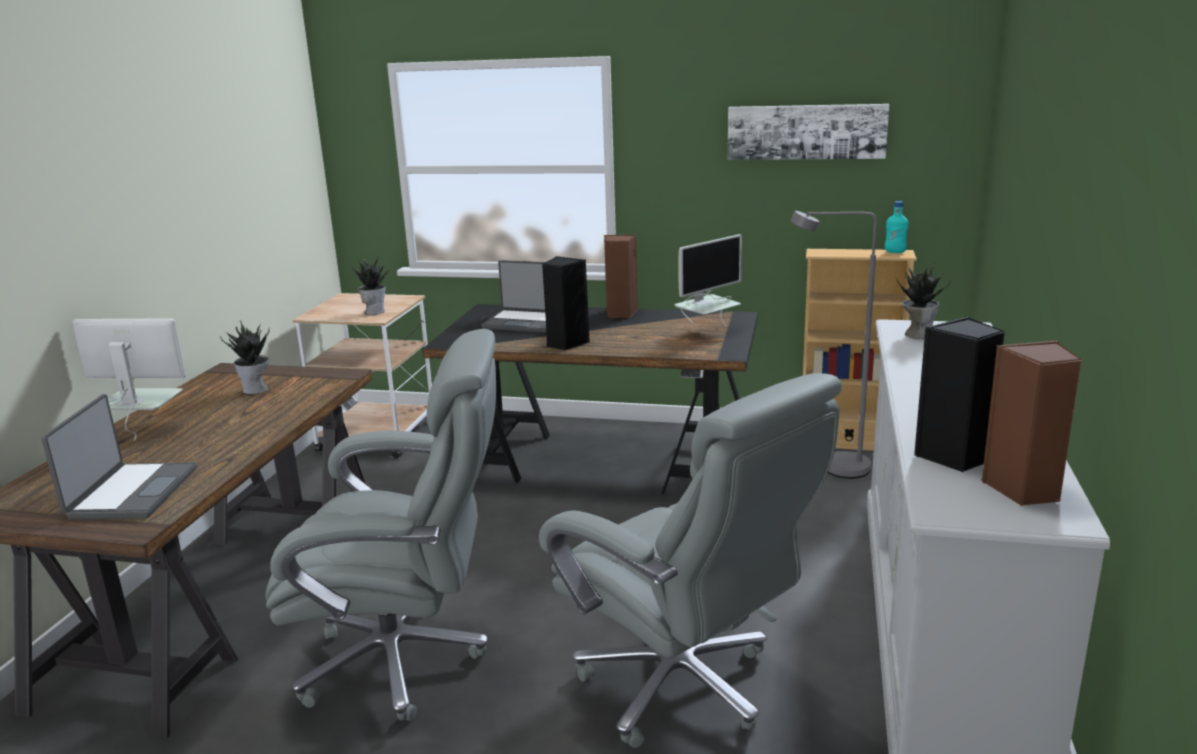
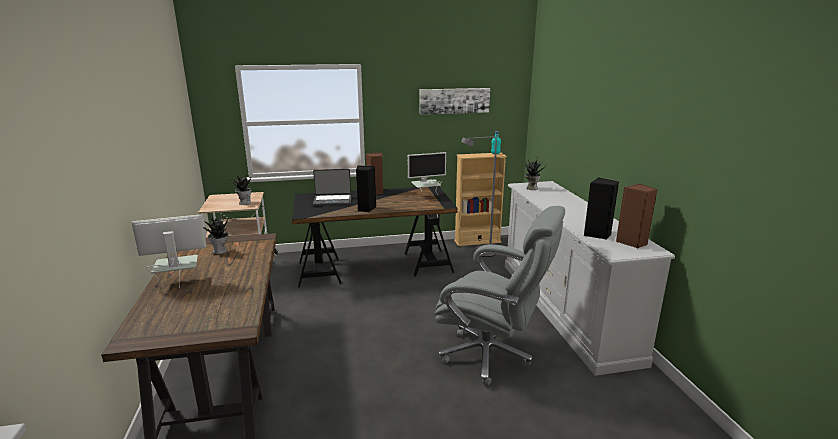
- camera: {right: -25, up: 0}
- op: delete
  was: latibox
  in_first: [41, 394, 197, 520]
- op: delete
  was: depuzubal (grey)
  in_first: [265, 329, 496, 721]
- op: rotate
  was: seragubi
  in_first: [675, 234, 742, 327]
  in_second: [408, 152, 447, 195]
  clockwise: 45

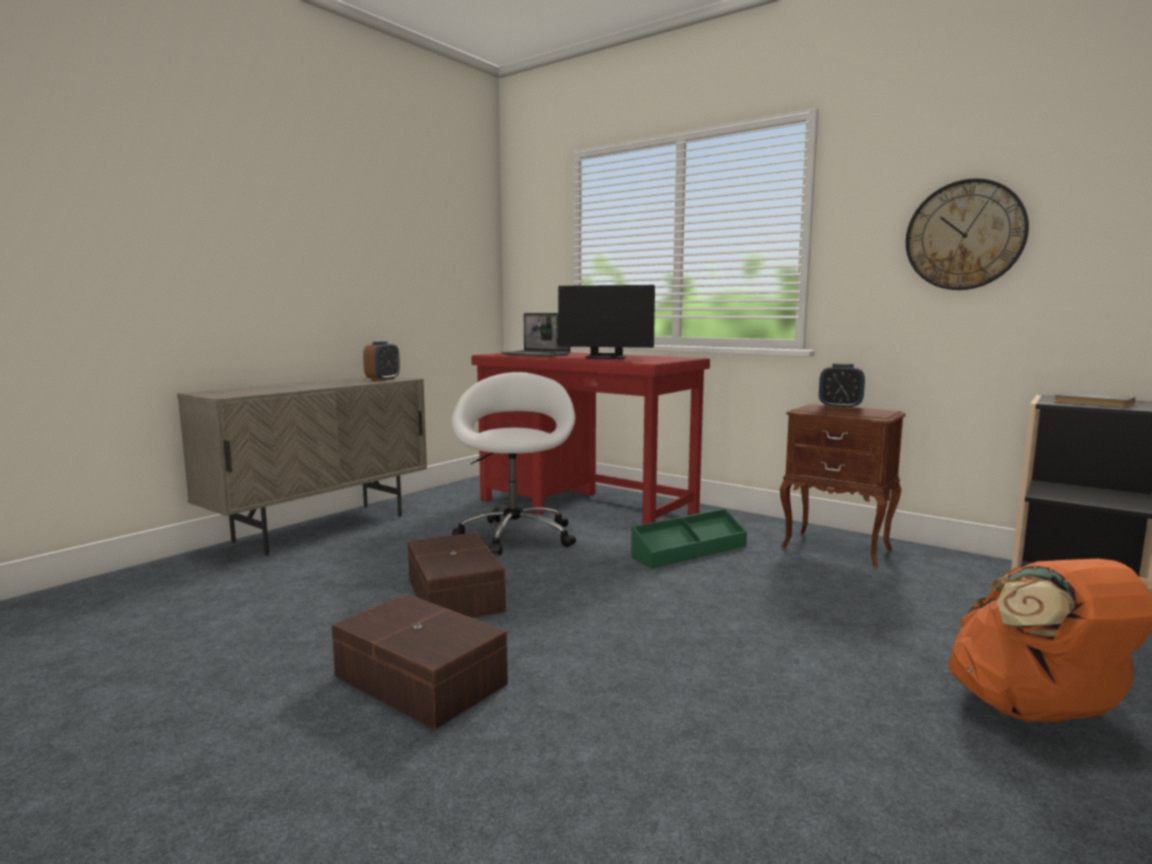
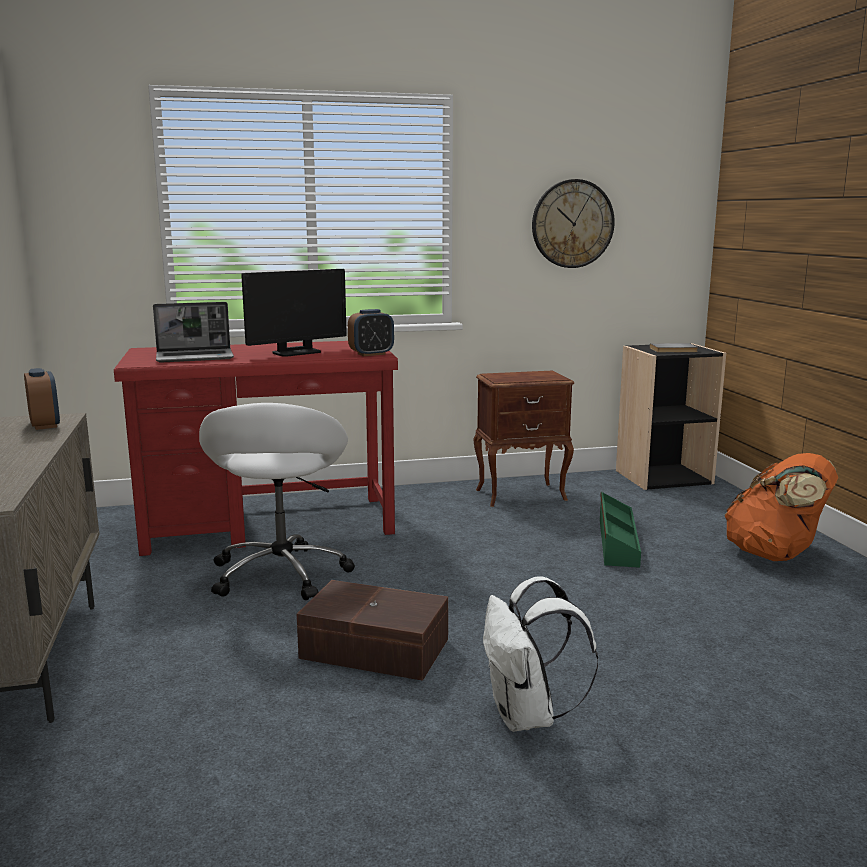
- camera: {right: -50, up: 5}
- op: move
  was: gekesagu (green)
  in_first: [631, 508, 747, 568]
  in_second: [600, 492, 641, 568]
- op: move
  was: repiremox
  in_first: [819, 363, 865, 409]
  in_second: [348, 309, 394, 356]
- op: replace
  was: gekesagu (brown)
  now: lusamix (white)
  in_first: [332, 594, 508, 730]
  in_second: [483, 576, 598, 732]
- op: rotate
  was: depuzubal (white)
  in_first: [451, 372, 576, 555]
  in_second: [199, 403, 355, 600]
  clockwise: -135

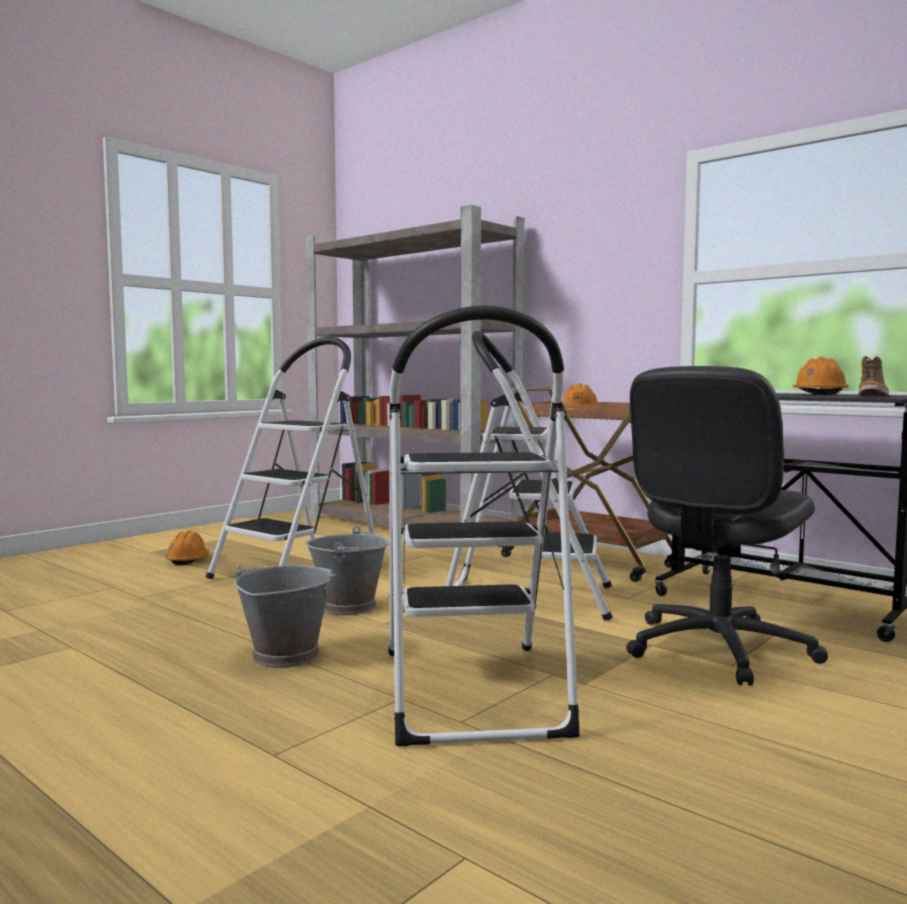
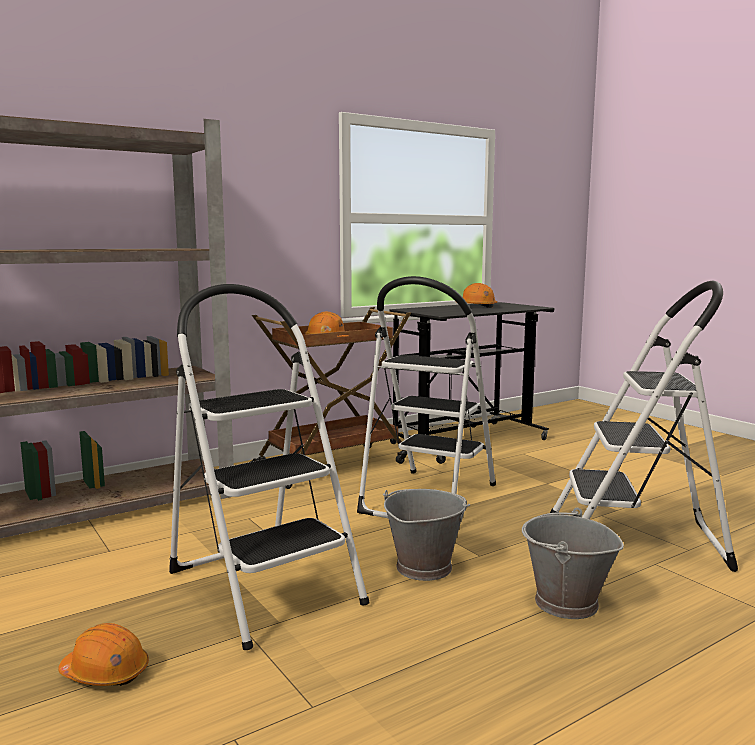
- camera: {right: -75, up: 5}
- op: delete
  was: depuzubal (black)
  in_first: [626, 366, 828, 686]
- op: delete
  was: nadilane
  in_first: [858, 356, 889, 396]

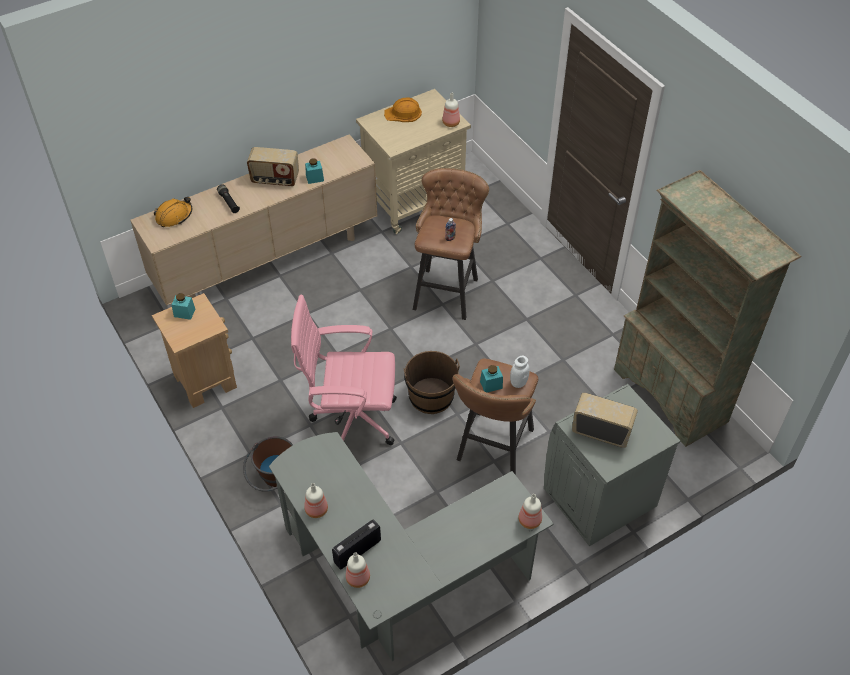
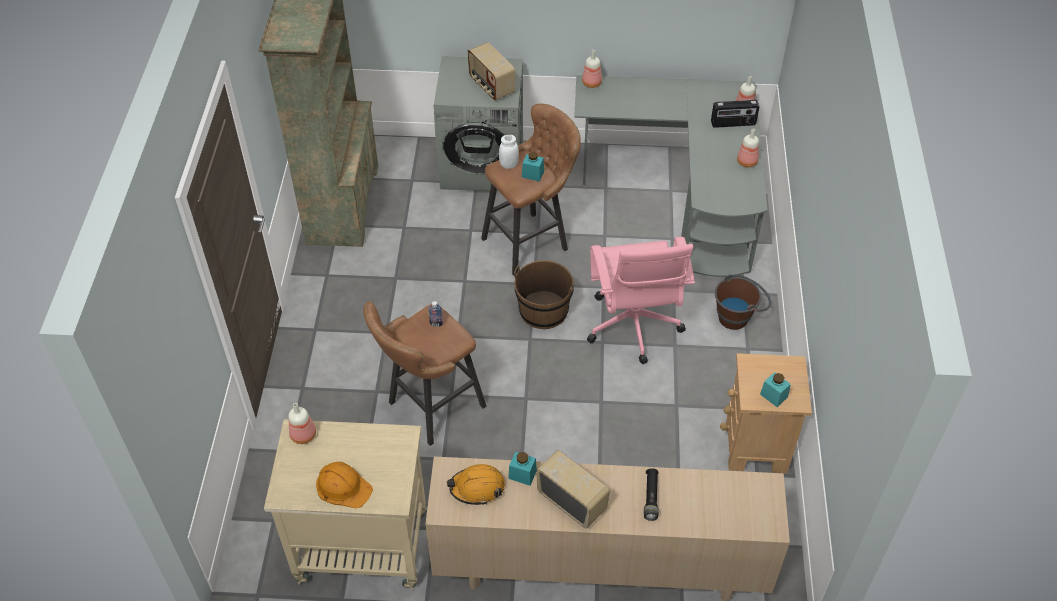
- camera: {right: -145, up: 0}
- op: move
  was: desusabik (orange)
  in_first: [154, 197, 192, 227]
  in_second: [447, 464, 505, 505]
- op: rotate
  was: depuzubal (pink)
  in_first: [291, 295, 397, 445]
  in_second: [587, 237, 695, 364]
  clockwise: 45

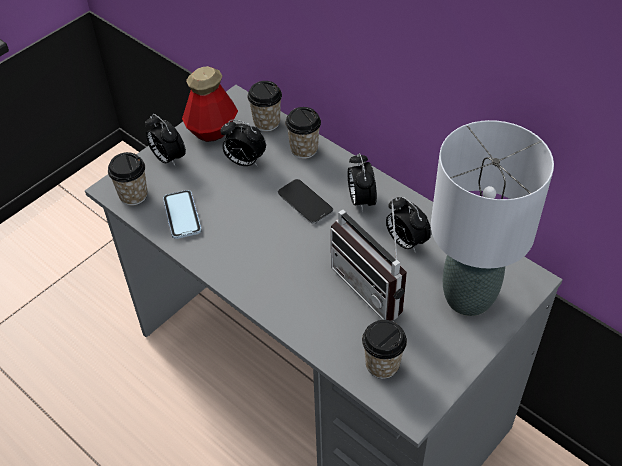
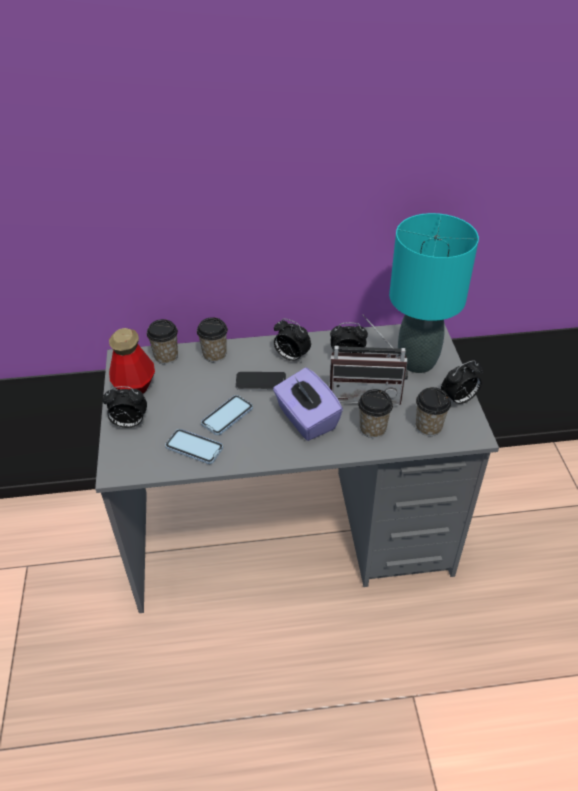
- camera: {right: -50, up: -5}
- op: insert
  now: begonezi
  in_second: [201, 395, 253, 435]
- op: insert
  now: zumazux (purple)
  in_second: [273, 368, 343, 441]
- op: move
  was: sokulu
  in_first: [108, 152, 148, 206]
  in_second: [358, 389, 393, 438]
- op: move
  was: repiremox
  in_first: [220, 119, 266, 167]
  in_second: [441, 360, 483, 404]
- op: recolor
  was: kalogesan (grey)
  now: kalogesan (turquoise)
  in_first: [431, 120, 554, 316]
  in_second: [389, 213, 479, 373]

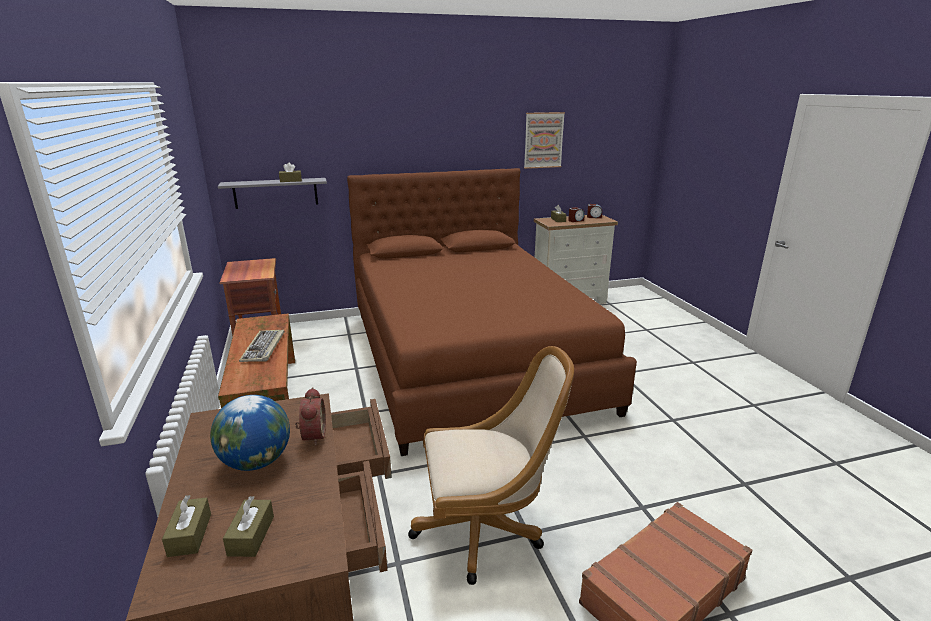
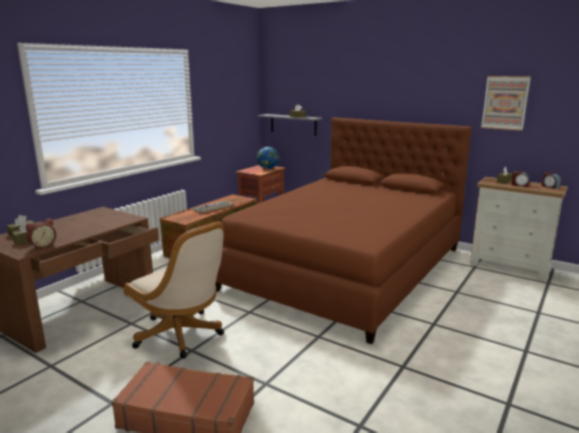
- camera: {right: 50, up: -5}
- op: move
  was: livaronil
  in_first: [210, 395, 290, 471]
  in_second: [257, 147, 279, 169]
- op: move
  was: repiremox
  in_first: [295, 387, 326, 446]
  in_second: [26, 218, 56, 249]

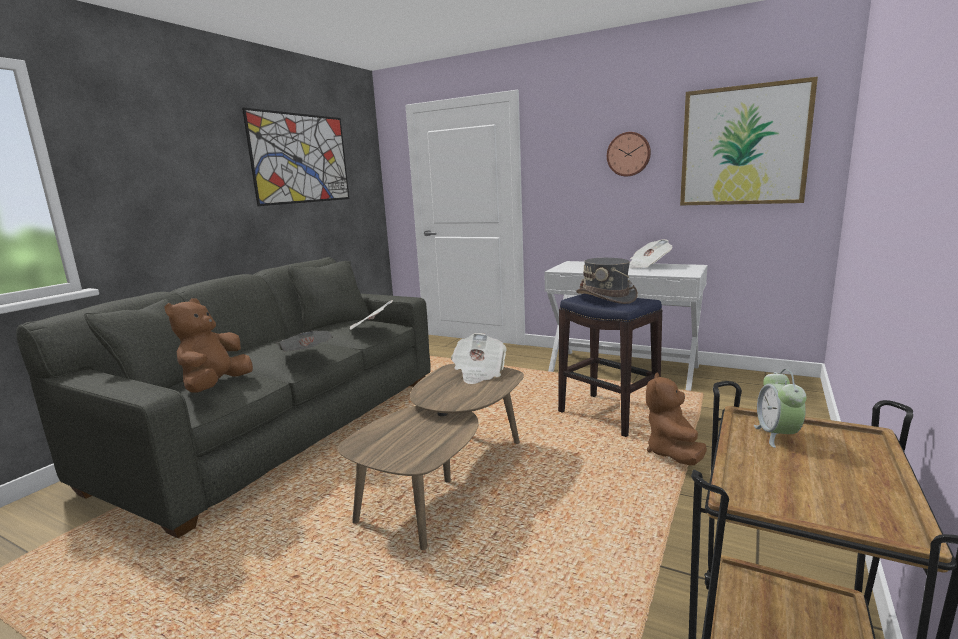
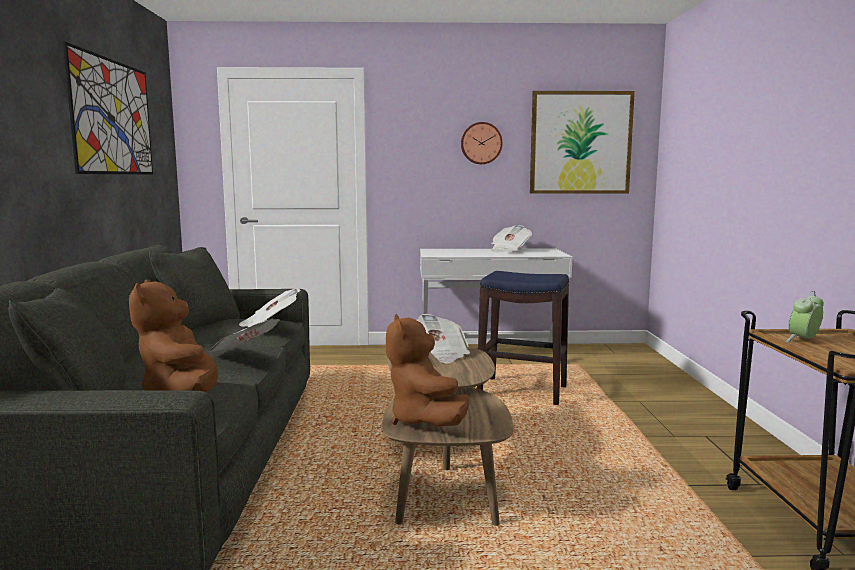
- camera: {right: -30, up: -5}
- op: delete
  was: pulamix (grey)
  in_first: [576, 258, 638, 304]
- op: move
  was: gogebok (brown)
  in_first: [646, 373, 707, 465]
  in_second: [386, 314, 470, 426]
- op: rotate
  was: repiremox
  in_first: [754, 369, 807, 448]
  in_second: [786, 291, 824, 342]
  clockwise: 75

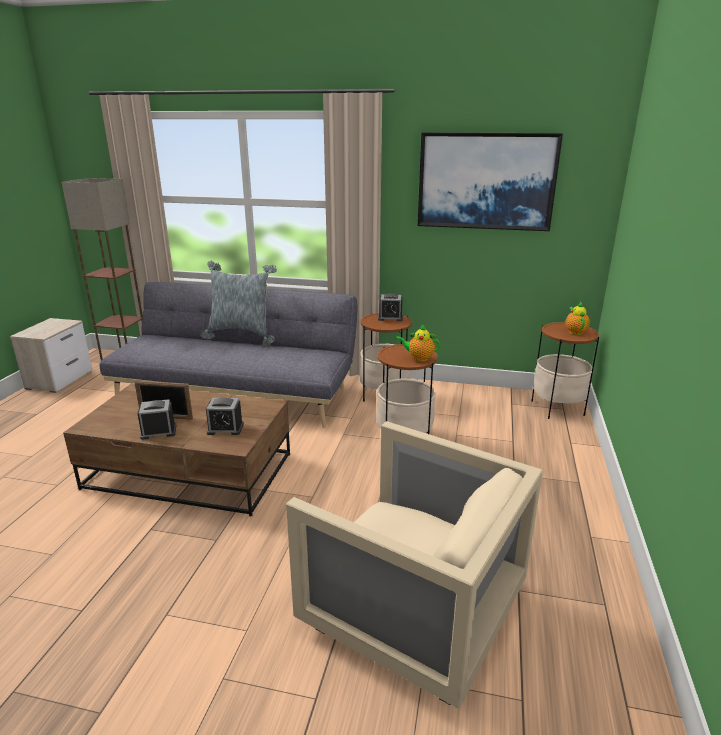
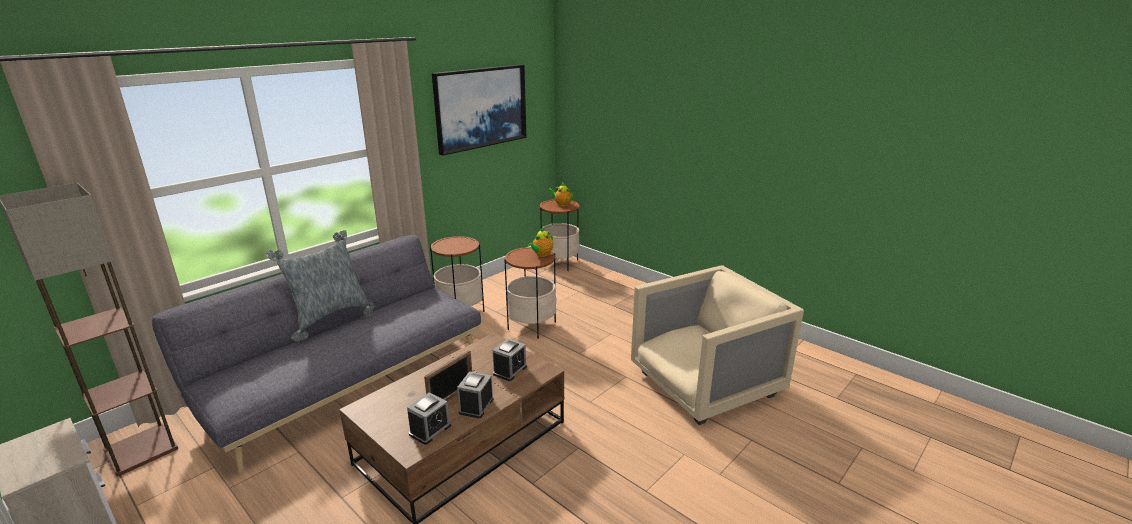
- camera: {right: -60, up: 0}
- op: move
  was: repiremox
  in_first: [378, 293, 403, 321]
  in_second: [407, 393, 451, 445]

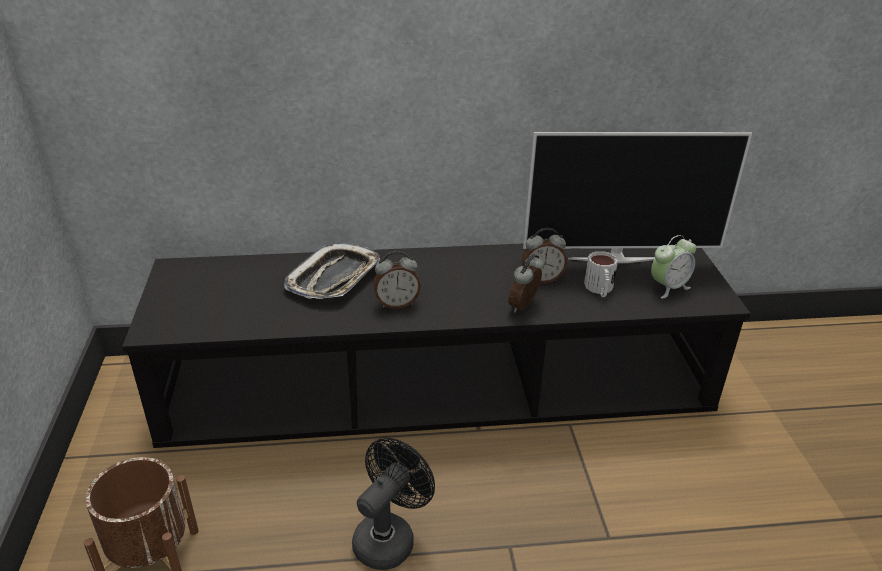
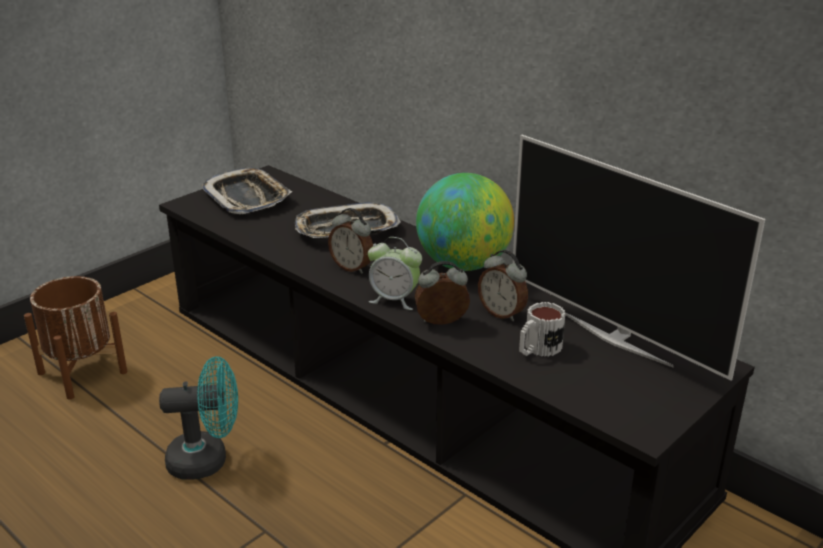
- camera: {right: 50, up: -5}
- op: insert
  now: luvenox
  in_second: [201, 168, 292, 214]
- op: insert
  now: livaronil
  in_second: [416, 173, 514, 271]
- op: move
  was: repiremox
  in_first: [651, 235, 696, 299]
  in_second: [368, 237, 422, 310]
- op: recolor
  was: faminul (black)
  now: faminul (turquoise)
  in_first: [352, 438, 435, 570]
  in_second: [159, 356, 238, 480]

